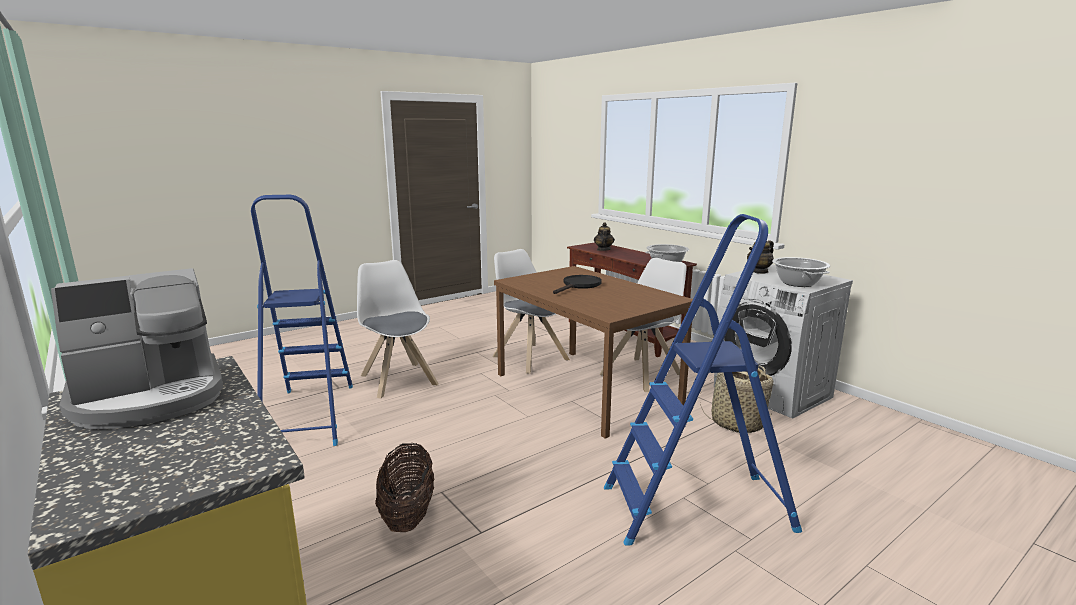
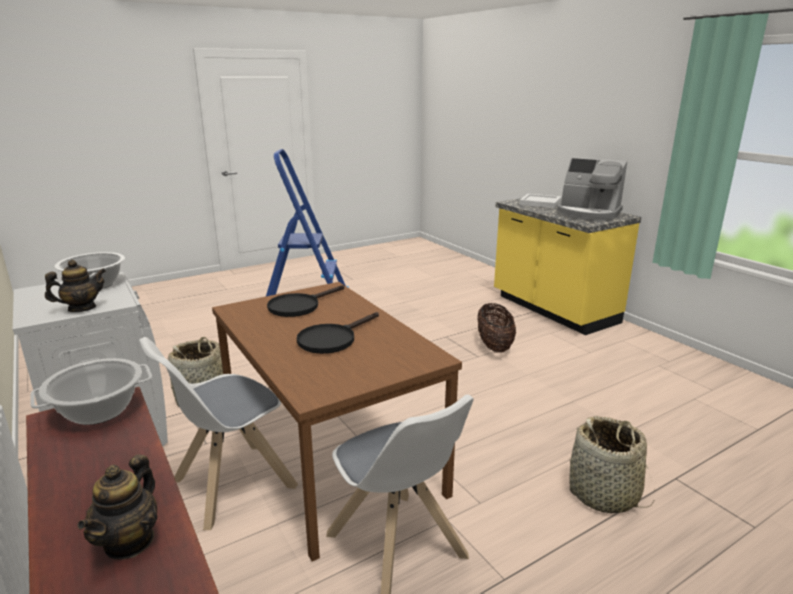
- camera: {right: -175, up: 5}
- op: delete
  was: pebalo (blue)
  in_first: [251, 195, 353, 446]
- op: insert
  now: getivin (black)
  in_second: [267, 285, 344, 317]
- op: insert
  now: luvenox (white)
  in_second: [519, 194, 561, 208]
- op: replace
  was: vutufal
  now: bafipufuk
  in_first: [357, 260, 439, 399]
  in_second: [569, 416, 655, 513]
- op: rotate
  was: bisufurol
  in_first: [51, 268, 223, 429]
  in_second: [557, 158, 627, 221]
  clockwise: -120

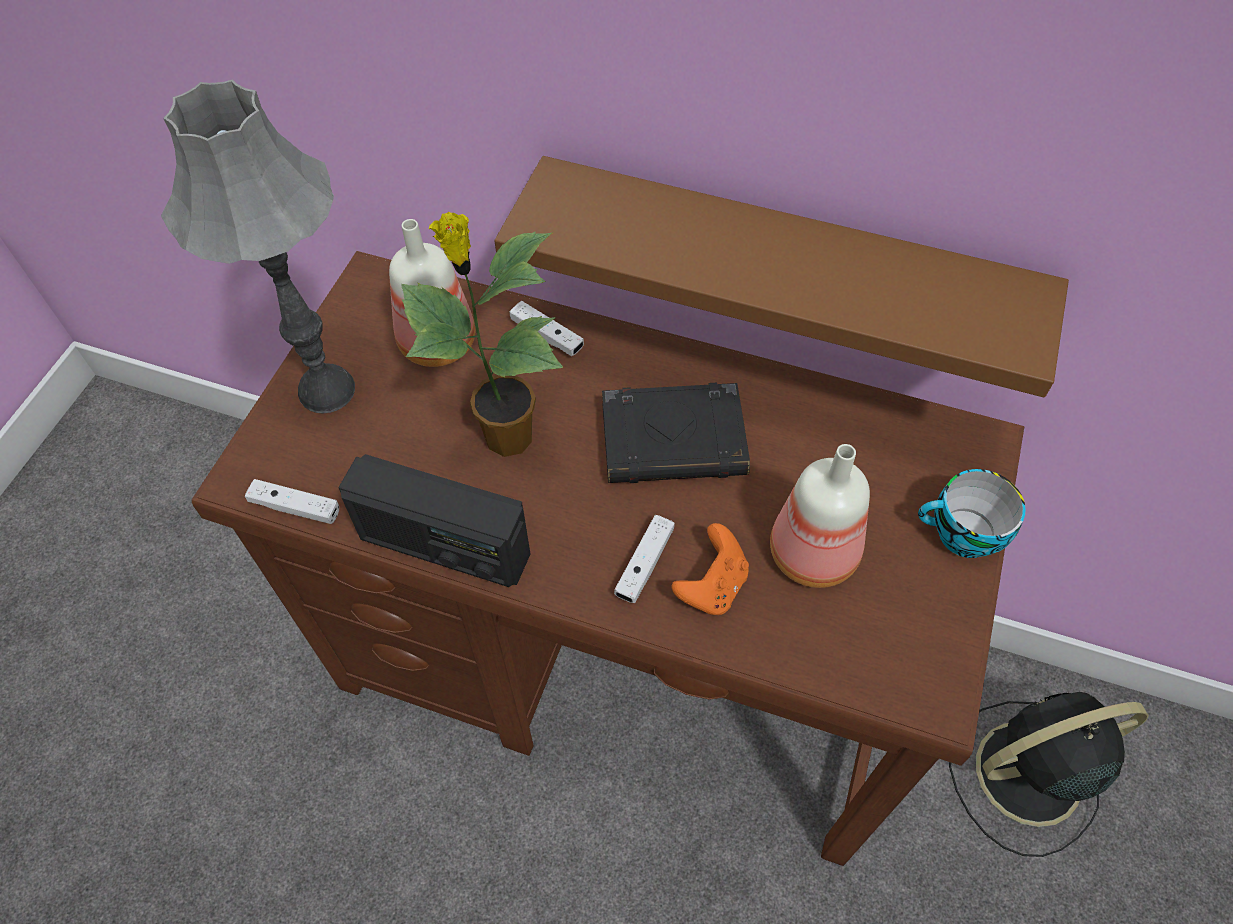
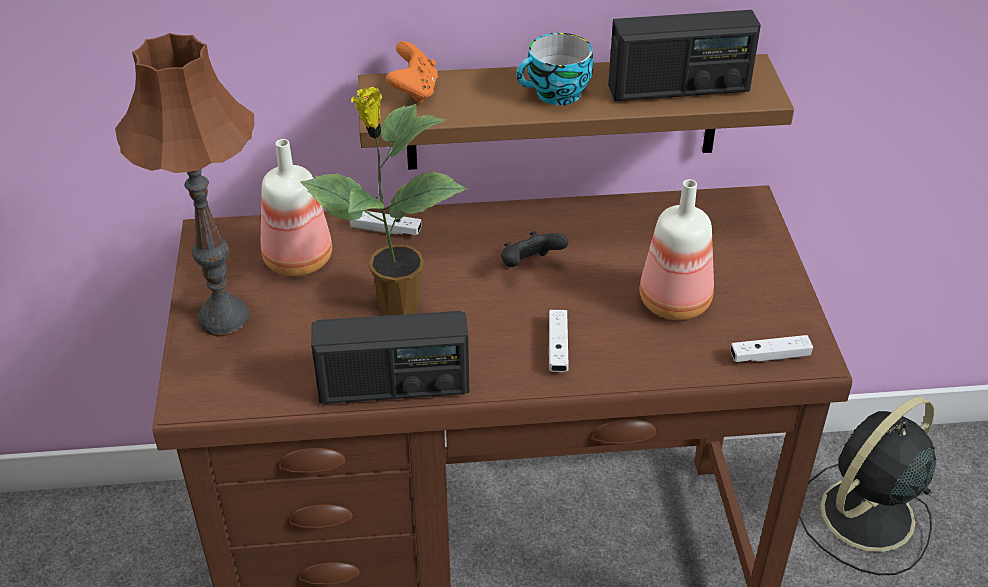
- camera: {right: -25, up: -15}
- op: insert
  now: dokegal
  in_second: [608, 10, 761, 101]
- op: move
  was: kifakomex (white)
  in_first: [245, 479, 339, 524]
  in_second: [730, 335, 813, 362]
- op: move
  was: kifakomex (orange)
  in_first: [672, 523, 749, 615]
  in_second: [386, 41, 438, 103]
- op: move
  was: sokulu
  in_first: [918, 469, 1026, 558]
  in_second: [516, 33, 593, 105]
- op: replace
  was: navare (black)
  now: kifakomex (black)
  in_first: [602, 383, 750, 483]
  in_second: [501, 231, 568, 267]
- op: recolor
  was: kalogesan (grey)
  now: kalogesan (brown)
  in_first: [161, 79, 355, 414]
  in_second: [115, 33, 254, 336]

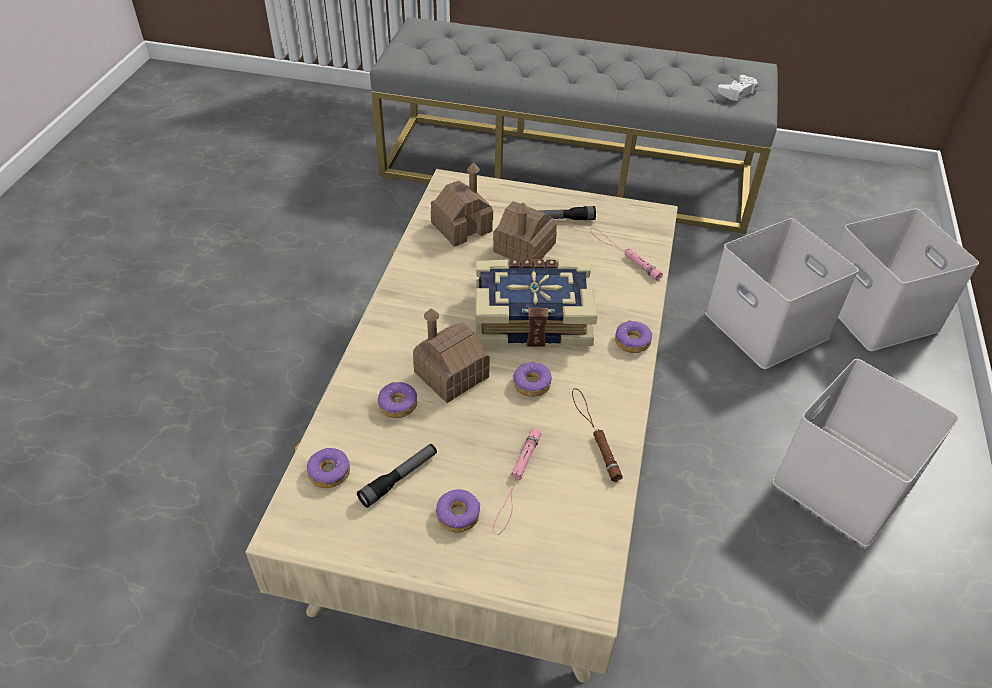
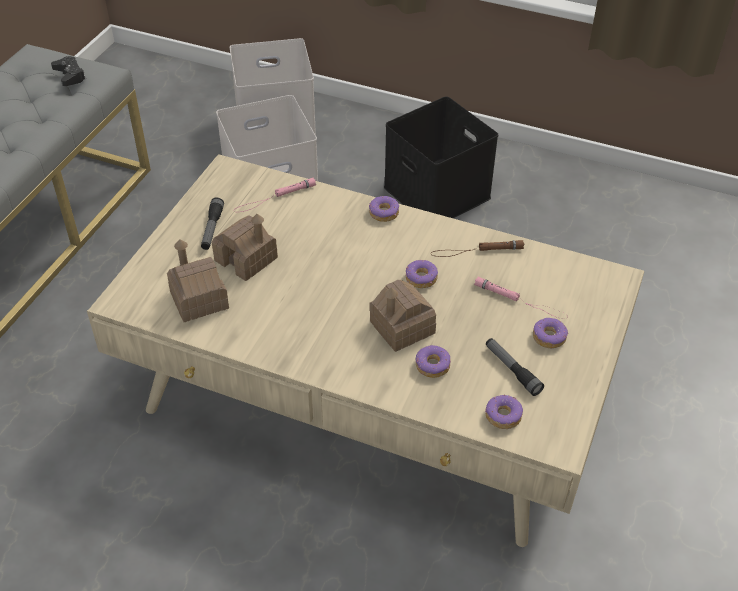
- camera: {right: -80, up: 0}
- op: delete
  was: navare
  in_first: [475, 259, 597, 347]
- op: recolor
  was: kifakomex (white)
  now: kifakomex (black)
  in_first: [717, 75, 758, 102]
  in_second: [51, 56, 86, 86]
- op: recolor
  was: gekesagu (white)
  now: gekesagu (black)
  in_first: [773, 359, 959, 547]
  in_second: [384, 96, 498, 218]

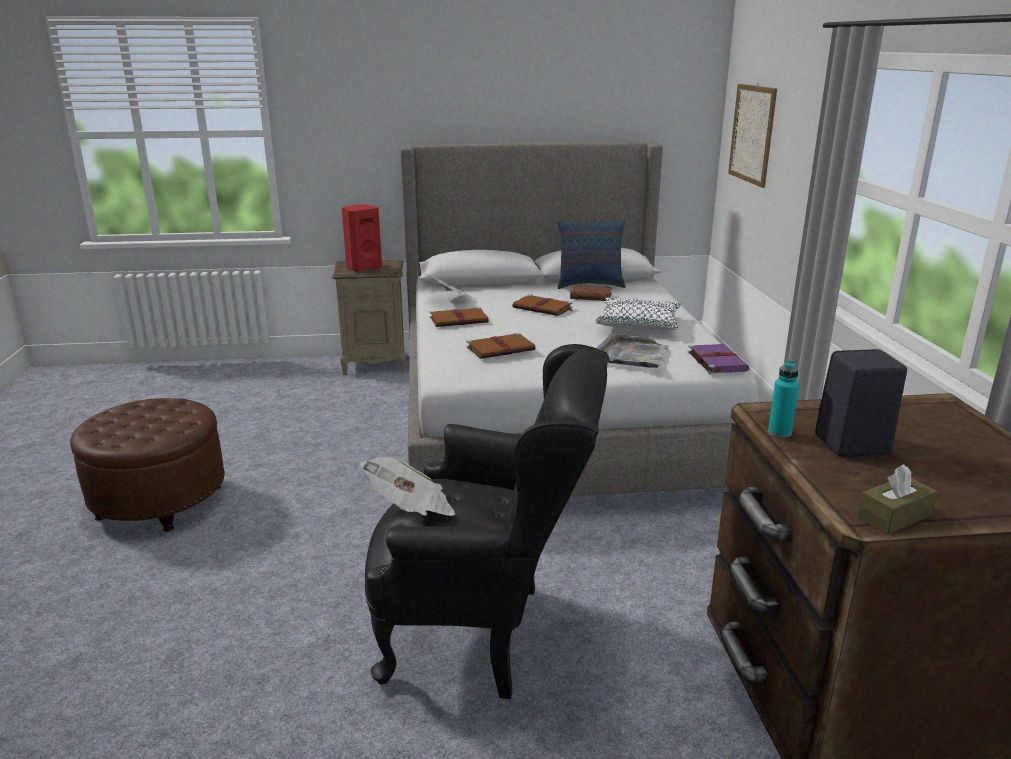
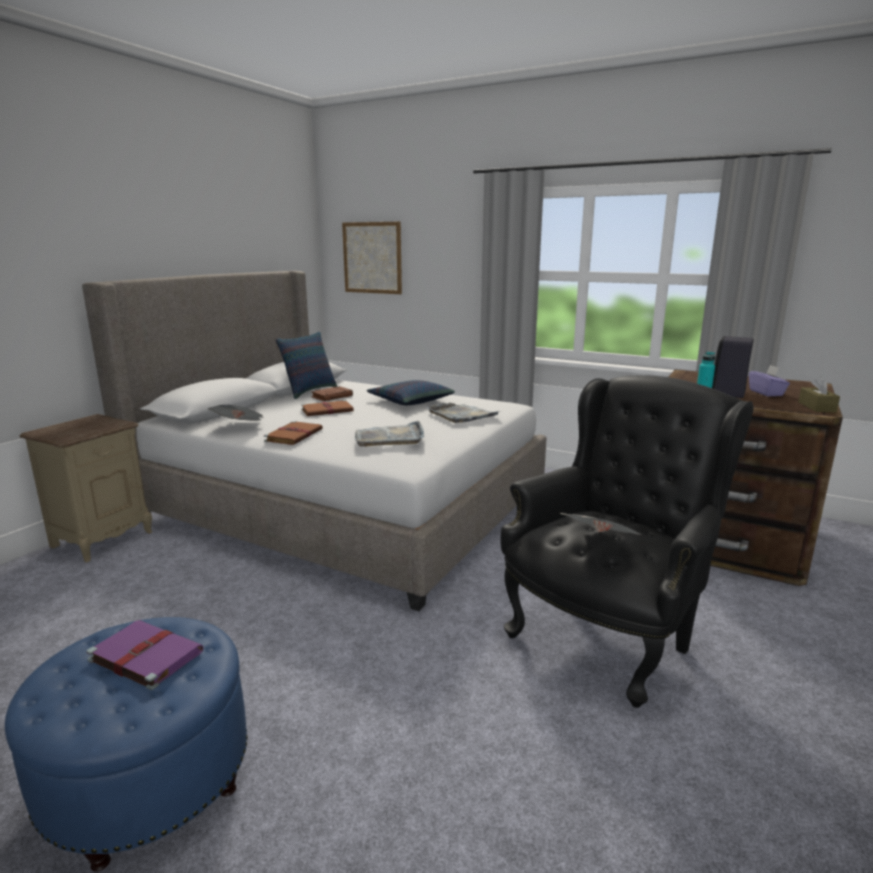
- camera: {right: -55, up: -5}
- op: delete
  was: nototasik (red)
  in_first: [342, 205, 382, 272]
- op: insert
  now: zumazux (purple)
  in_second: [749, 365, 790, 396]
- op: move
  was: navare (purple)
  in_first: [688, 344, 749, 374]
  in_second: [87, 620, 203, 690]
- op: replace
  was: navare (brown)
  now: luvenox (grey)
  in_first: [466, 333, 536, 359]
  in_second: [355, 421, 424, 447]
- op: recolor
  was: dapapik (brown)
  now: dapapik (blue)
  in_first: [70, 398, 225, 532]
  in_second: [5, 617, 247, 872]
- op: recolor
  was: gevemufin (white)
  now: gevemufin (blue)
  in_first: [595, 298, 682, 331]
  in_second: [367, 380, 455, 405]

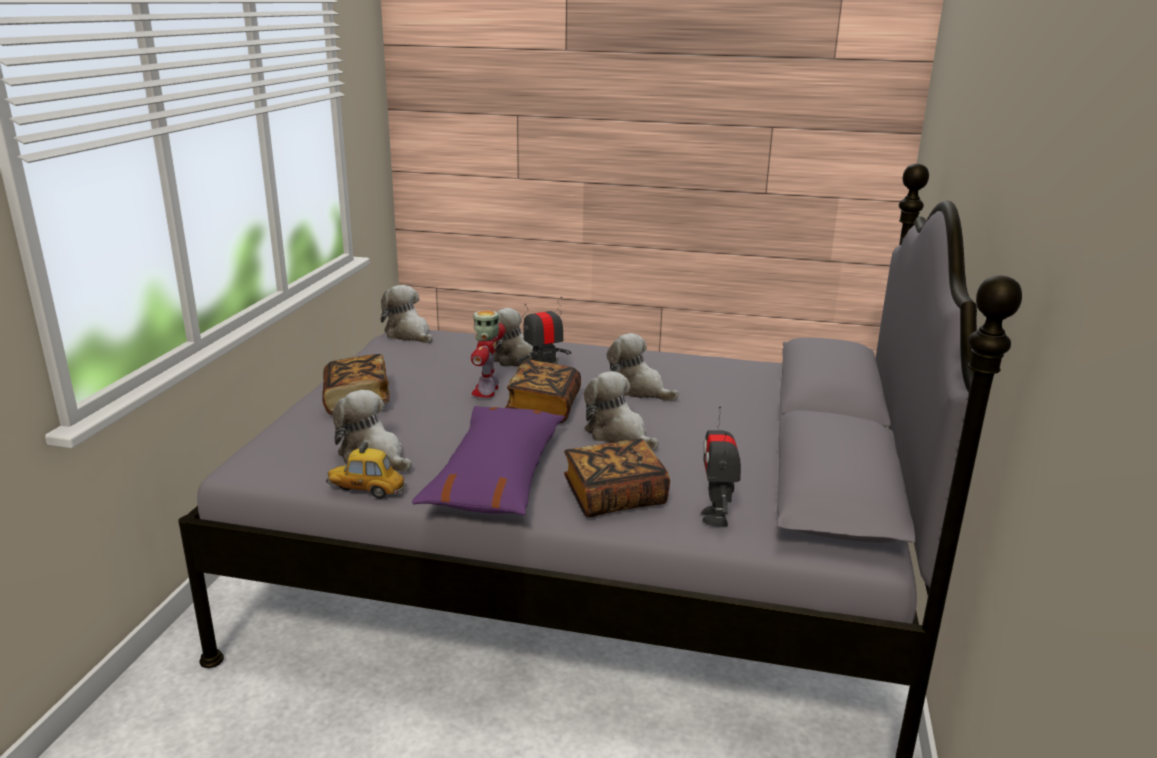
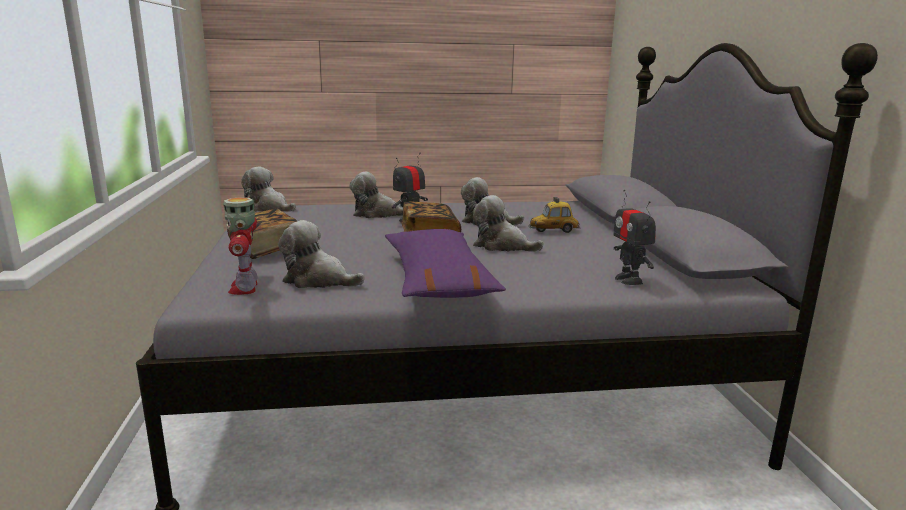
- camera: {right: -20, up: -5}
- op: delete
  was: navare
  in_first: [564, 439, 670, 517]
- op: move
  was: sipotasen
  in_first: [326, 442, 406, 499]
  in_second: [529, 197, 581, 233]
- op: move
  was: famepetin
  in_first: [471, 310, 506, 398]
  in_second: [223, 197, 258, 295]

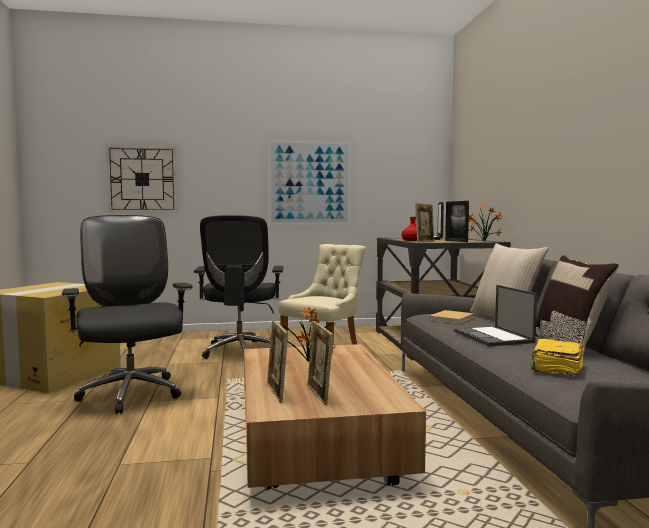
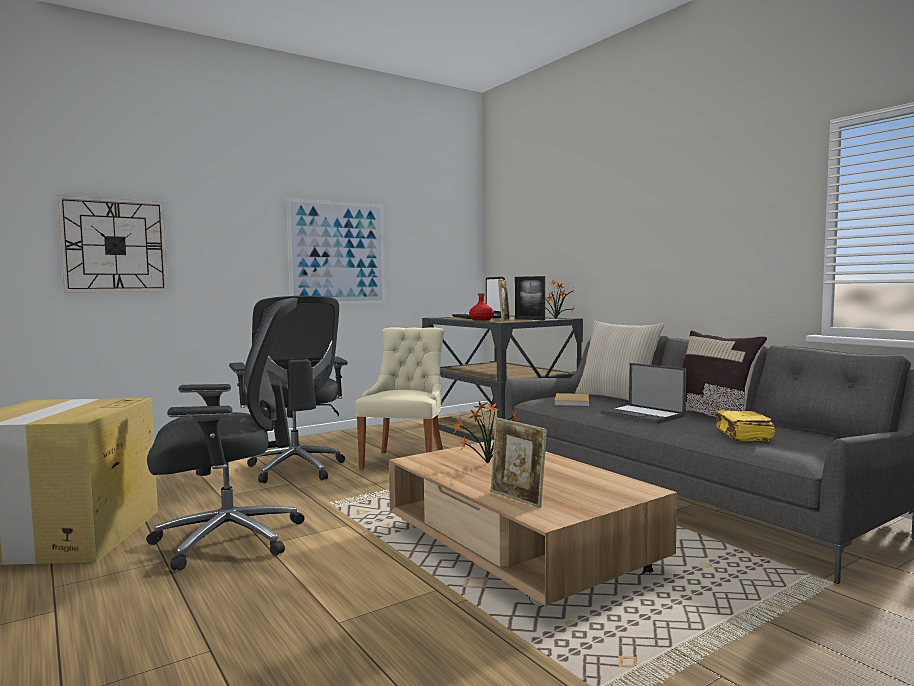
- camera: {right: -25, up: 0}
- op: delete
  was: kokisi
  in_first: [307, 321, 333, 405]
- op: rotate
  was: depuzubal
  in_first: [62, 215, 192, 414]
  in_second: [146, 298, 305, 570]
  clockwise: 120

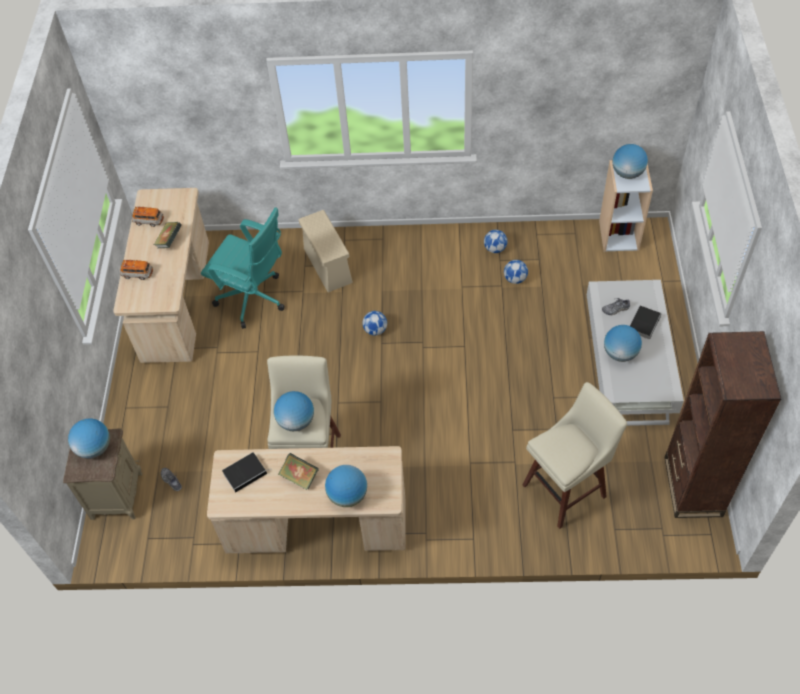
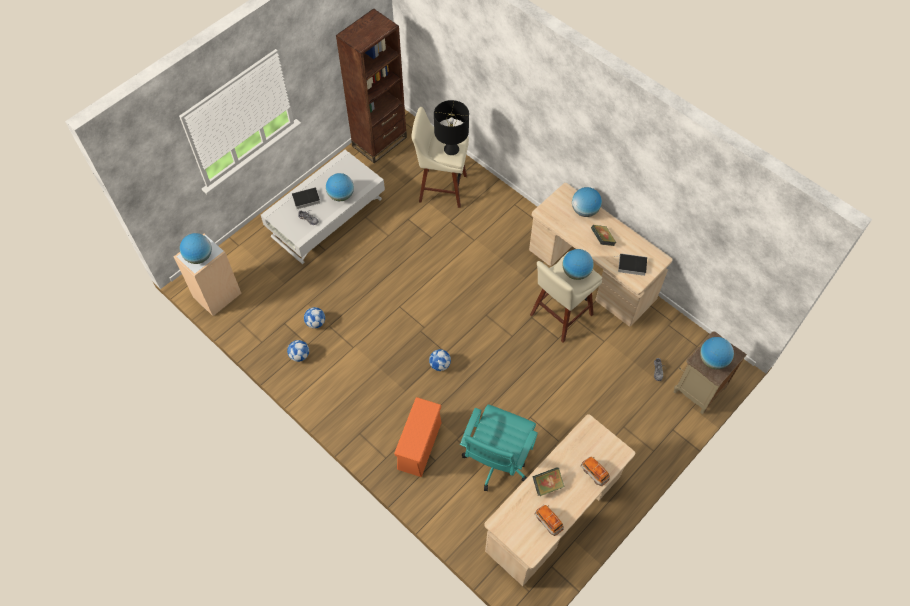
- camera: {right: -140, up: 5}
- op: insert
  now: kalogesan (black)
  in_second: [434, 100, 469, 155]
- op: recolor
  was: gekesagu (beige)
  now: gekesagu (orange)
  in_first: [298, 210, 353, 292]
  in_second: [394, 397, 442, 477]
- op: rotate
  was: depuzubal (turquoise)
  in_first: [201, 207, 285, 329]
  in_second: [460, 404, 538, 491]
  clockwise: -135

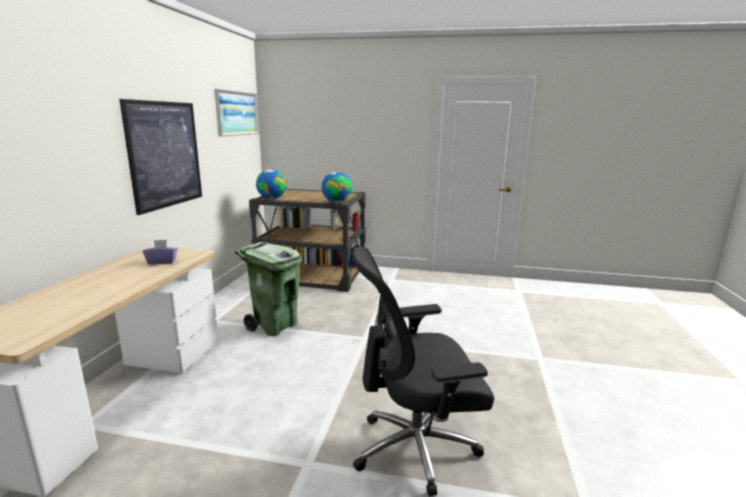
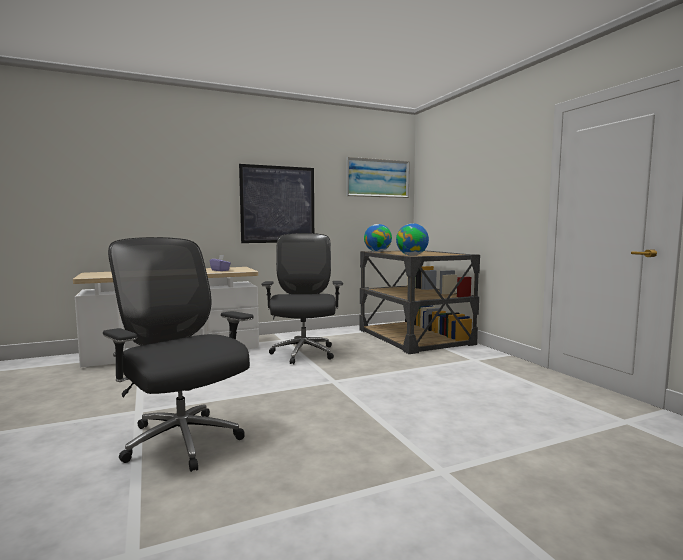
- camera: {right: 55, up: -10}
- op: replace
  was: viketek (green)
  now: depuzubal
  in_first: [235, 242, 302, 336]
  in_second: [262, 233, 343, 364]

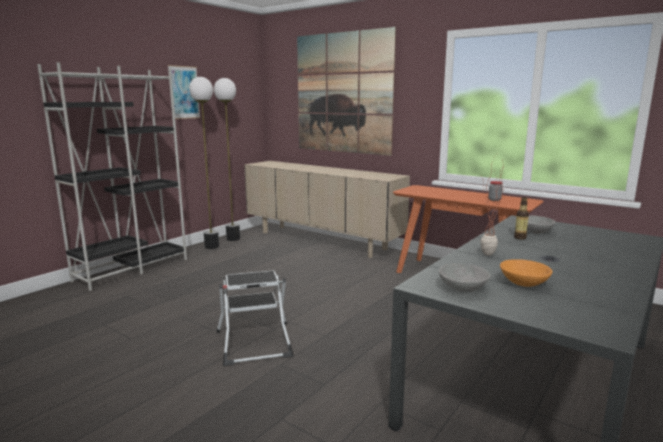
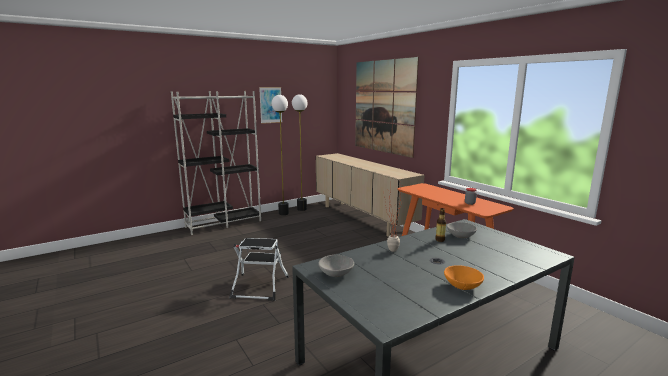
- camera: {right: 20, up: 0}
- op: move
  was: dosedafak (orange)
  in_first: [500, 259, 552, 287]
  in_second: [444, 265, 484, 290]

